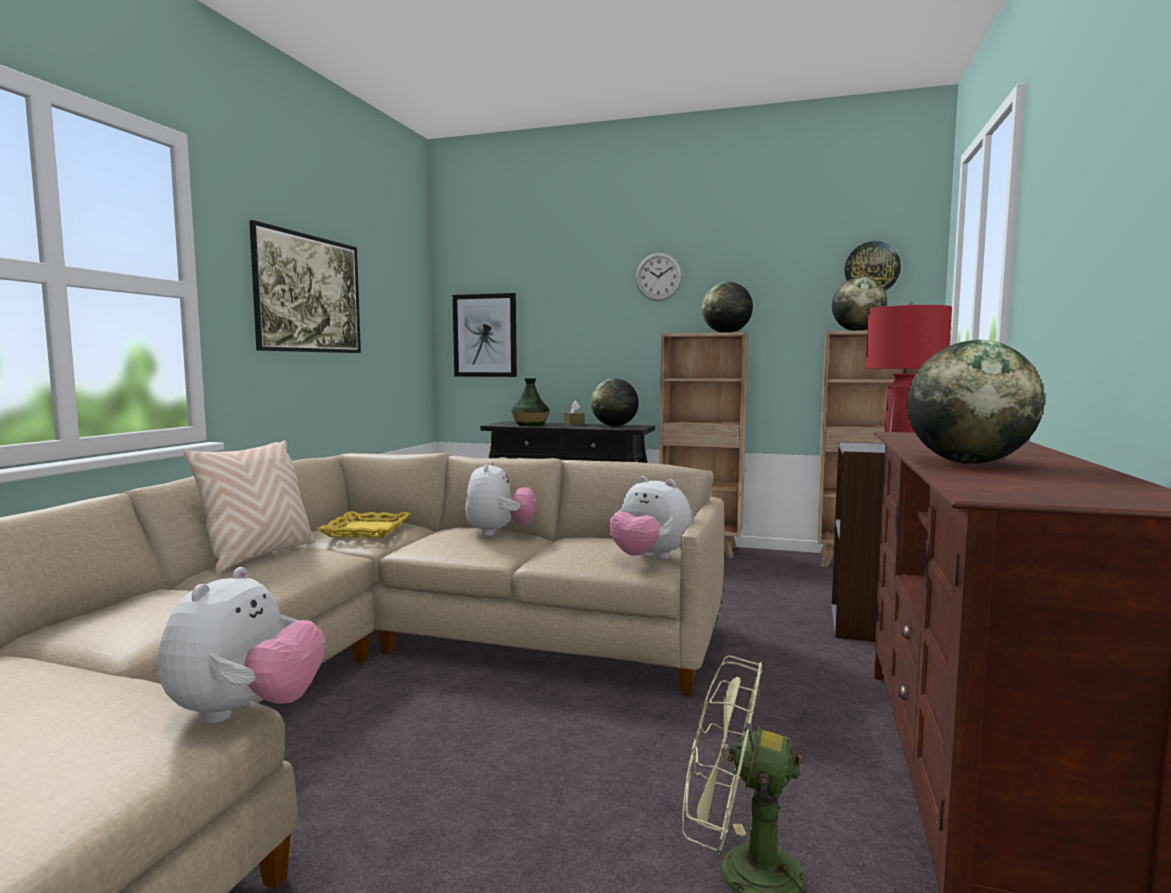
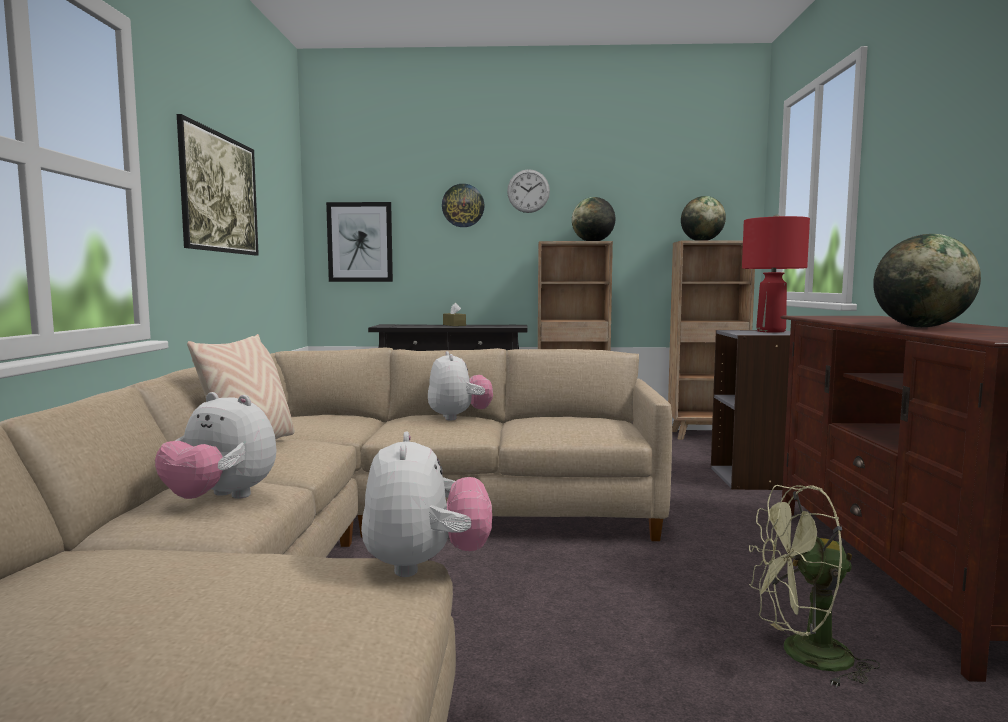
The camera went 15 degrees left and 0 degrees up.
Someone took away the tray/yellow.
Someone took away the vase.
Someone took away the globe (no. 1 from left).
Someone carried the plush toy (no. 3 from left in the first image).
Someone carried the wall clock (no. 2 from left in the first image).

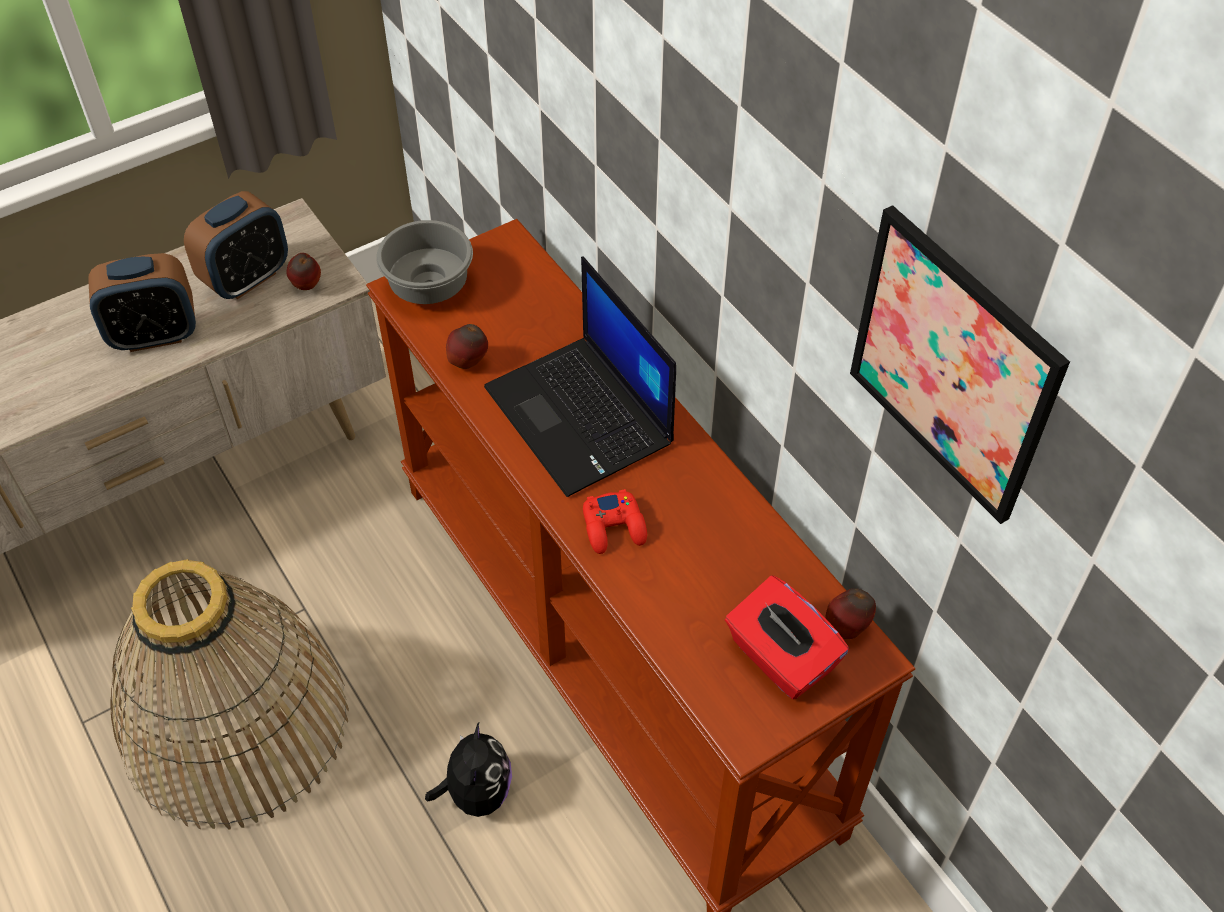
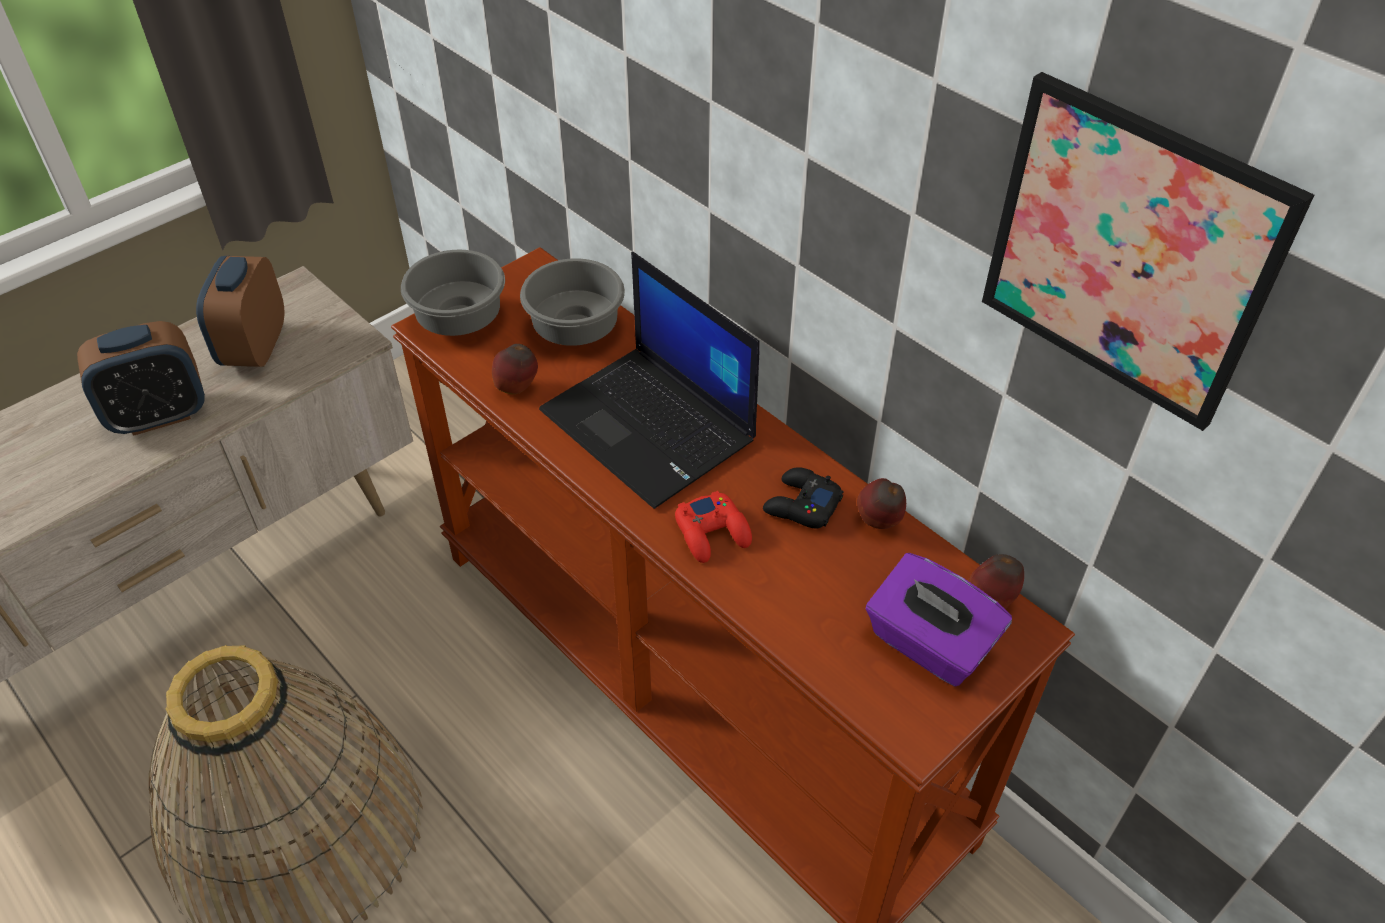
The camera went 10 degrees left and 5 degrees down.
Someone took away the plush toy.
Someone put down the bowl/grey (no. 2 from left).
Someone put down the game controller/black.
Someone carried the apple (no. 1 from left in the first image).
Someone repainted the tissue box/red, which became the tissue box/purple.
Someone rotated the alarm clock (no. 2 from left) by 150 degrees clockwise.

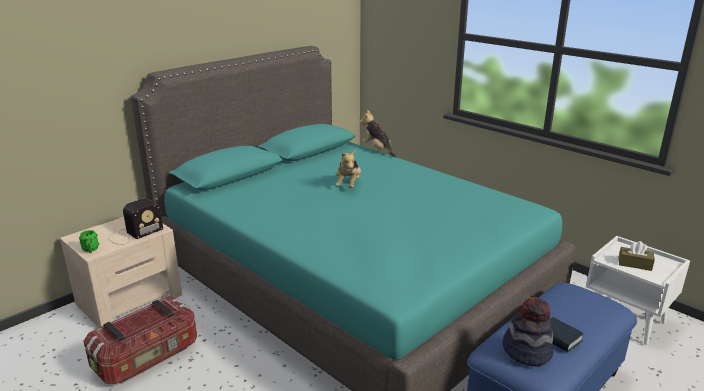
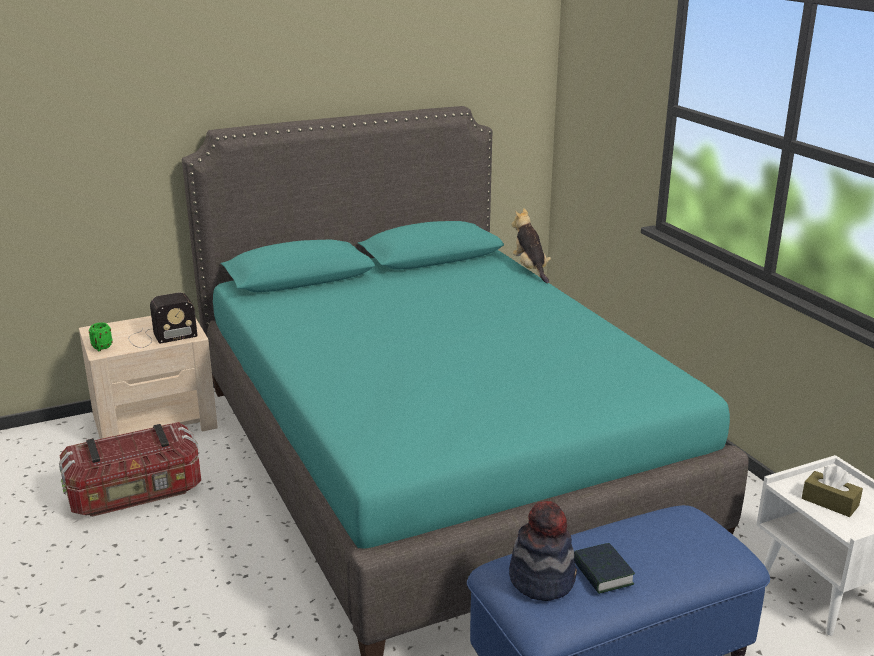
The camera went 20 degrees right and 0 degrees up.
Someone took away the plush toy (no. 1 from left).

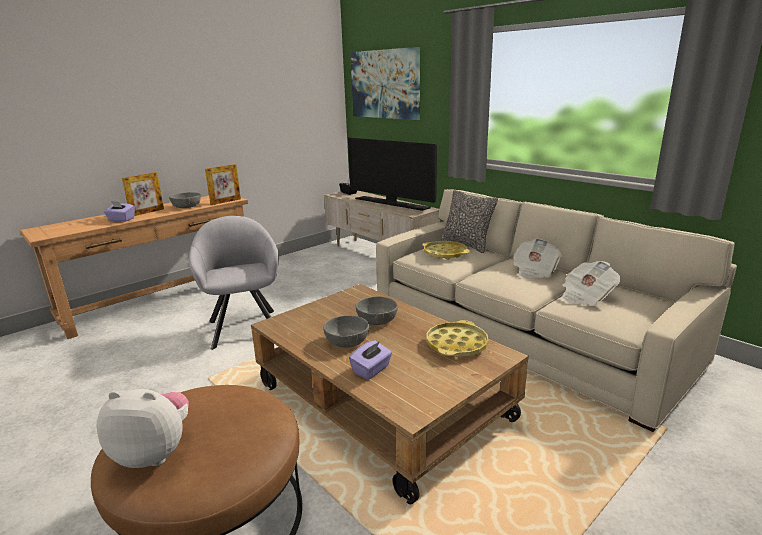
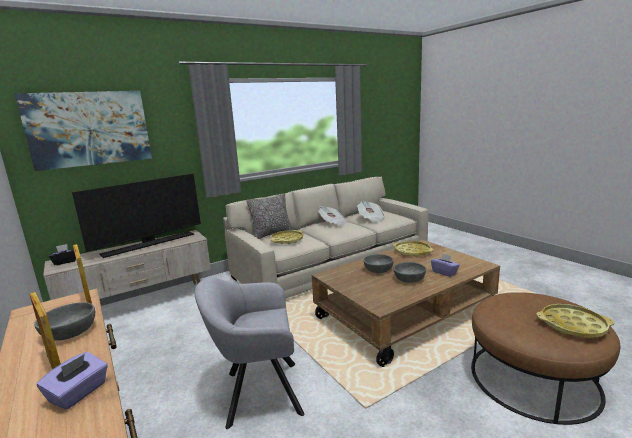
The camera went 80 degrees left and 5 degrees down.
Someone swapped the plush toy for the tray/yellow (no. 3 from left).

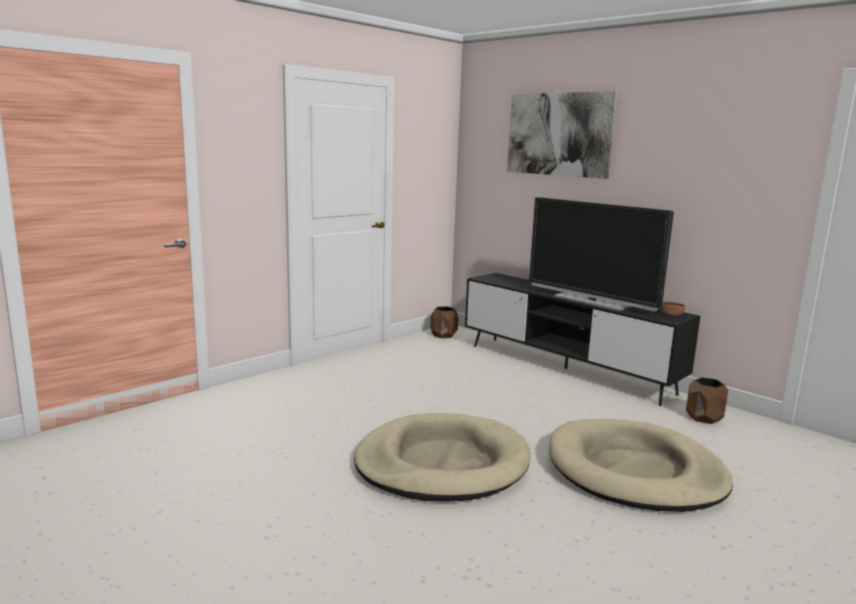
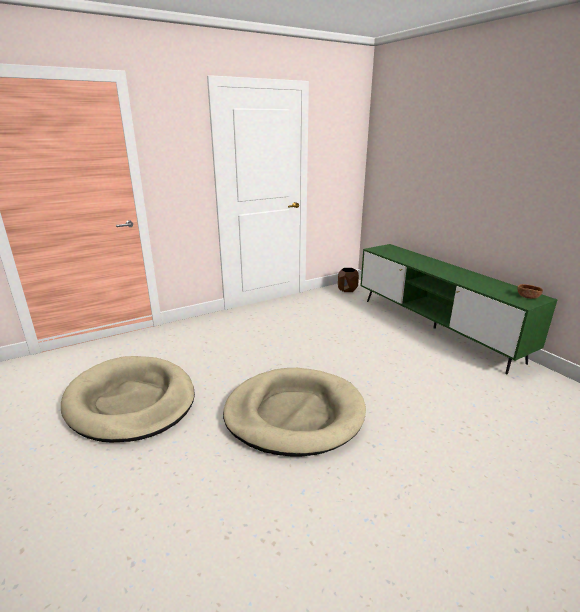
The camera went 15 degrees right and 10 degrees up.
Someone took away the picture.
Someone took away the television.
Someone took away the planter/brown (no. 2 from left).
Someone carried the dog bed/beige (no. 2 from left in the first image).
Someone repainted the tv stand/black, which became the tv stand/green.

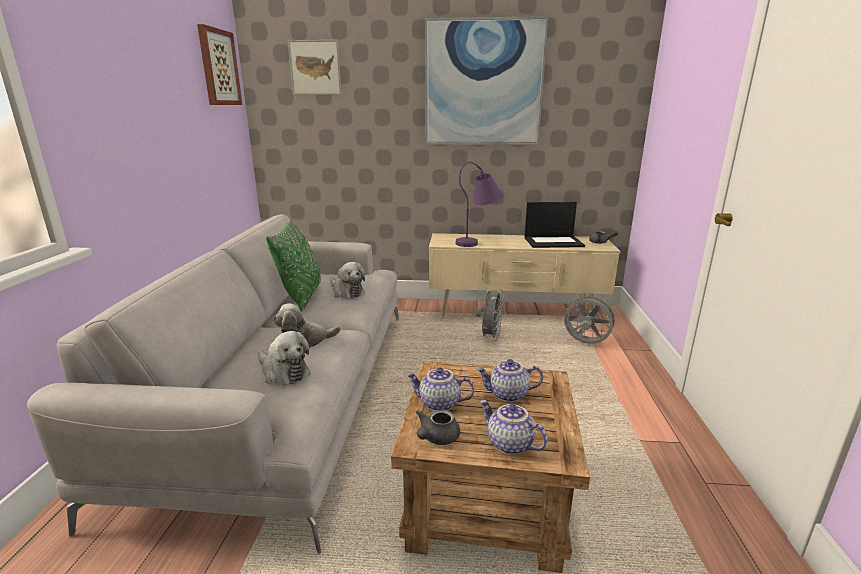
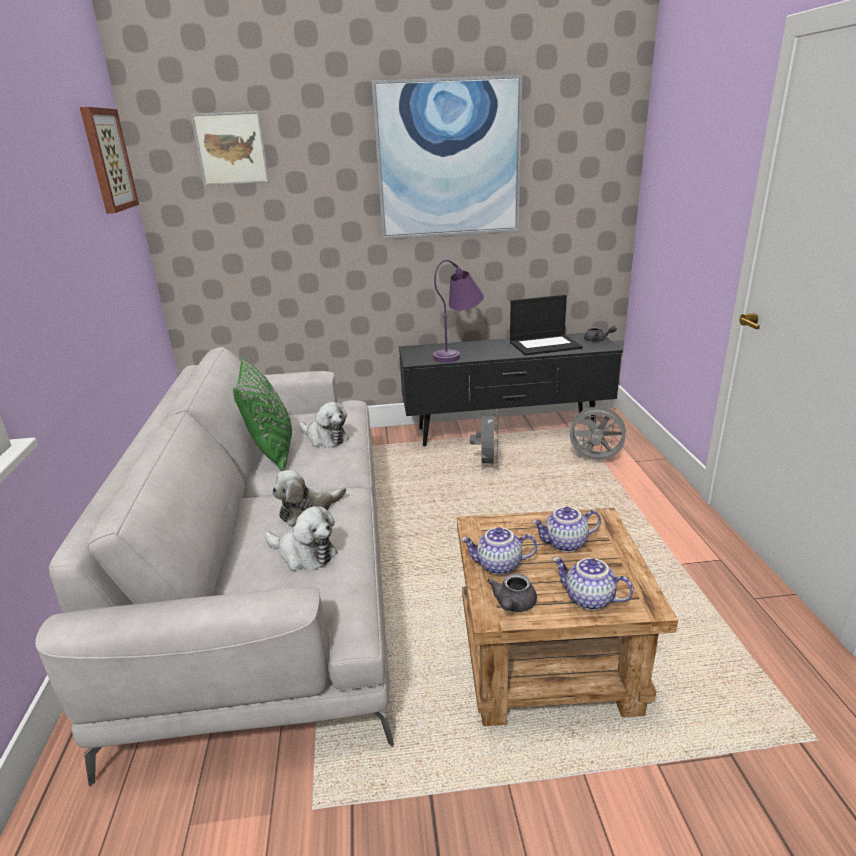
The camera went 10 degrees left and 5 degrees up.
Someone repainted the tv stand/beige, which became the tv stand/black.

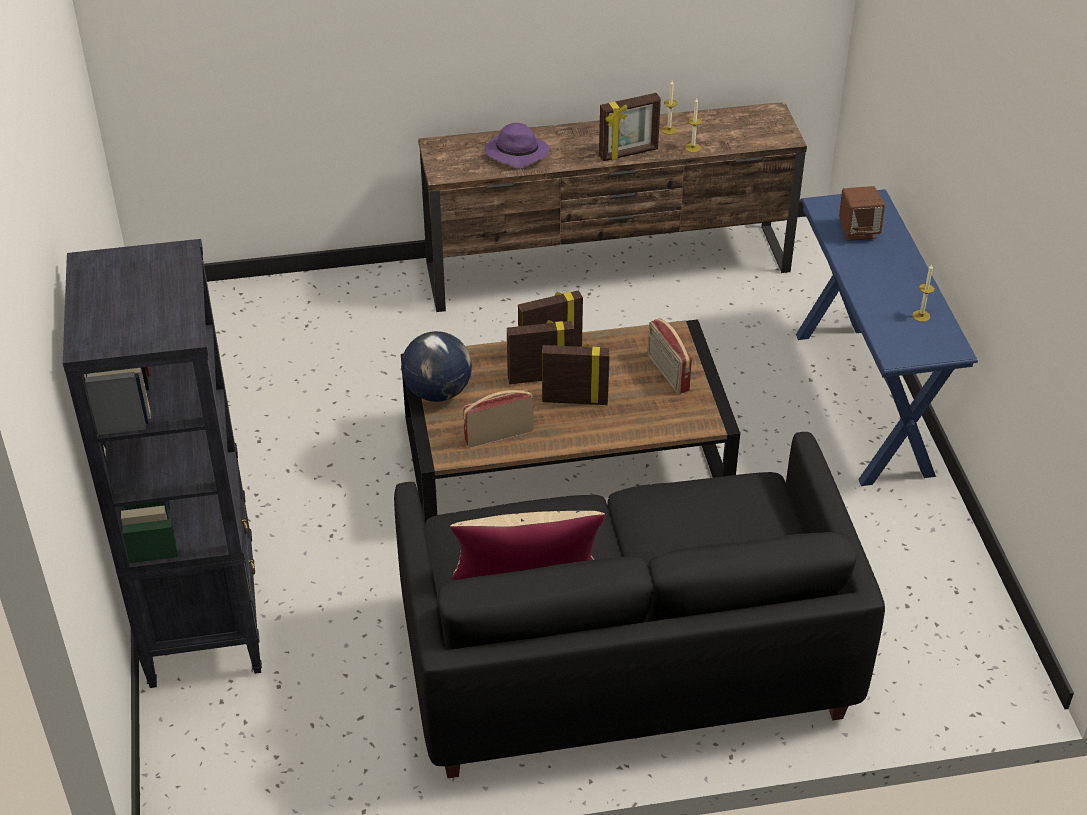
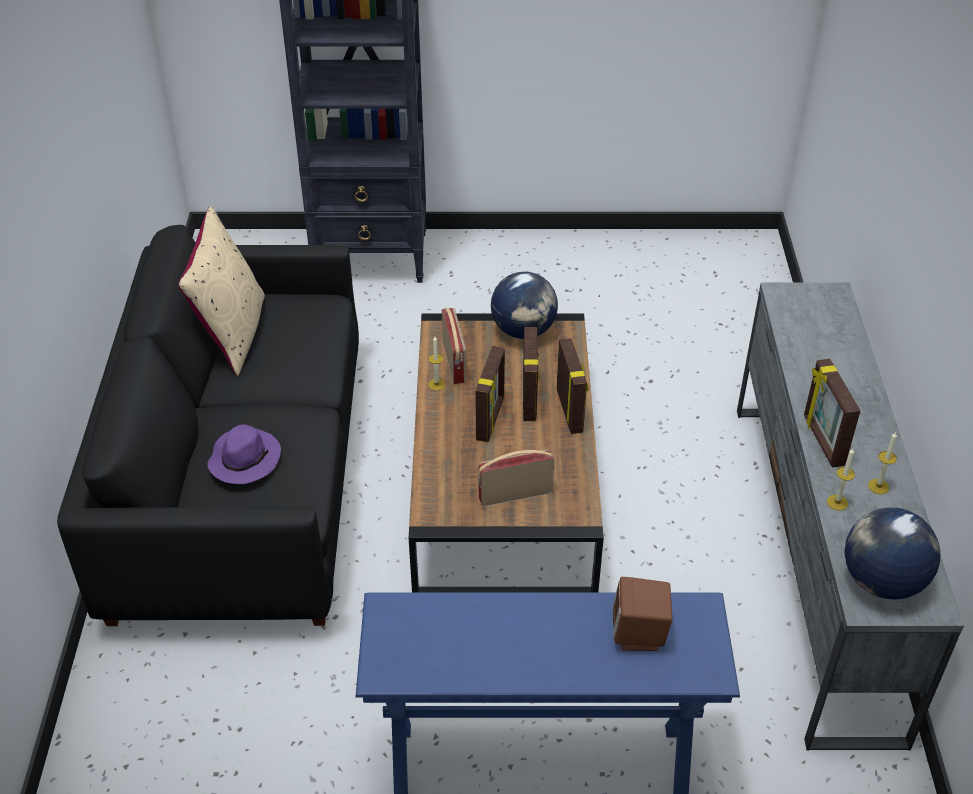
The camera went 100 degrees right and 0 degrees up.
Someone put down the globe (no. 2 from left).
Someone carried the hat/purple.
Someone carried the candle (no. 3 from left in the first image).
Someone repainted the tv stand/brown, which became the tv stand/grey.

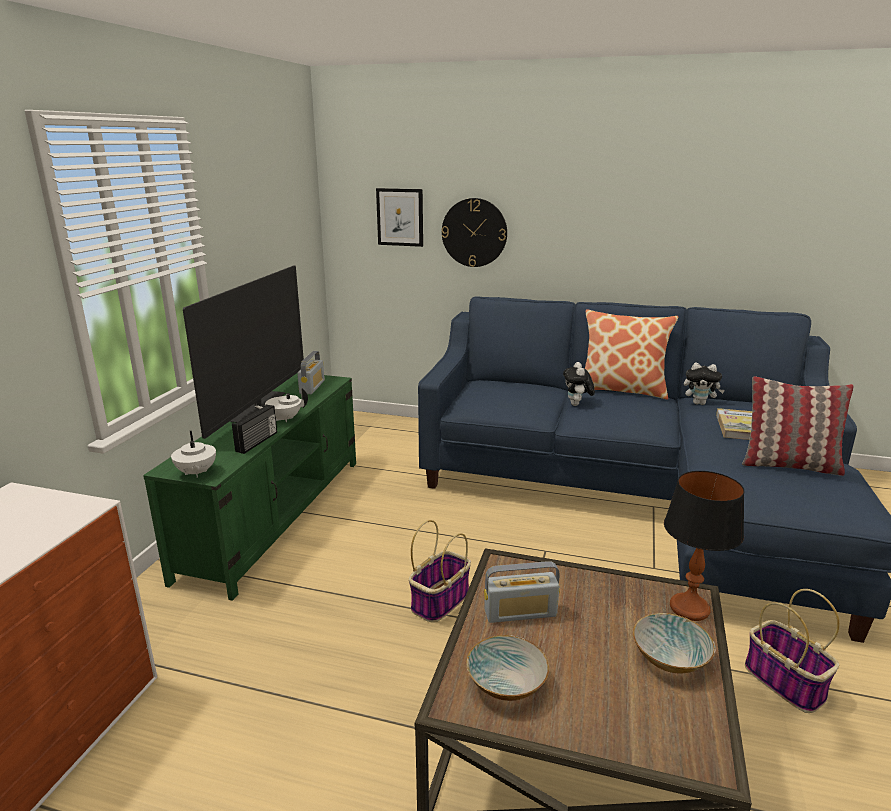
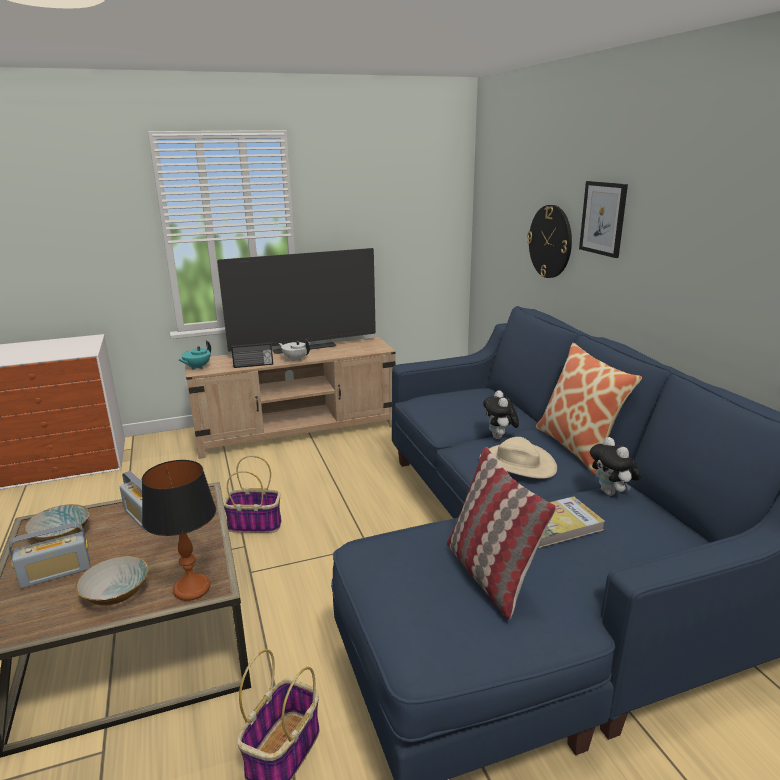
The camera went 55 degrees right and 0 degrees up.
Someone put down the hat/beige.
Someone carried the radio (no. 2 from left in the first image).
Someone carried the picture.
Someone repainted the tv stand/green, which became the tv stand/beige.
Someone repainted the teapot/white (no. 1 from left), which became the teapot/turquoise.
Someone rotated the plush toy (no. 1 from left) by 60 degrees counterclockwise.

